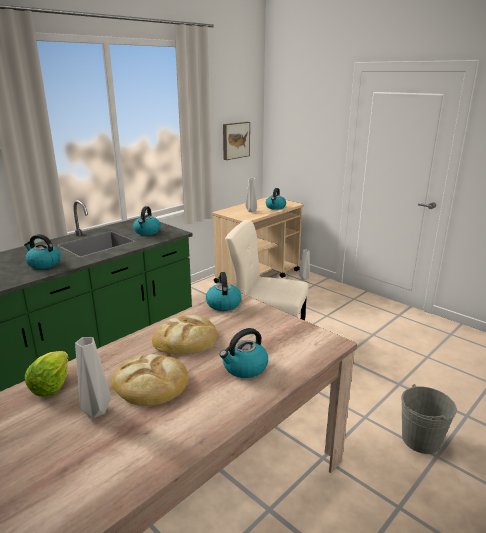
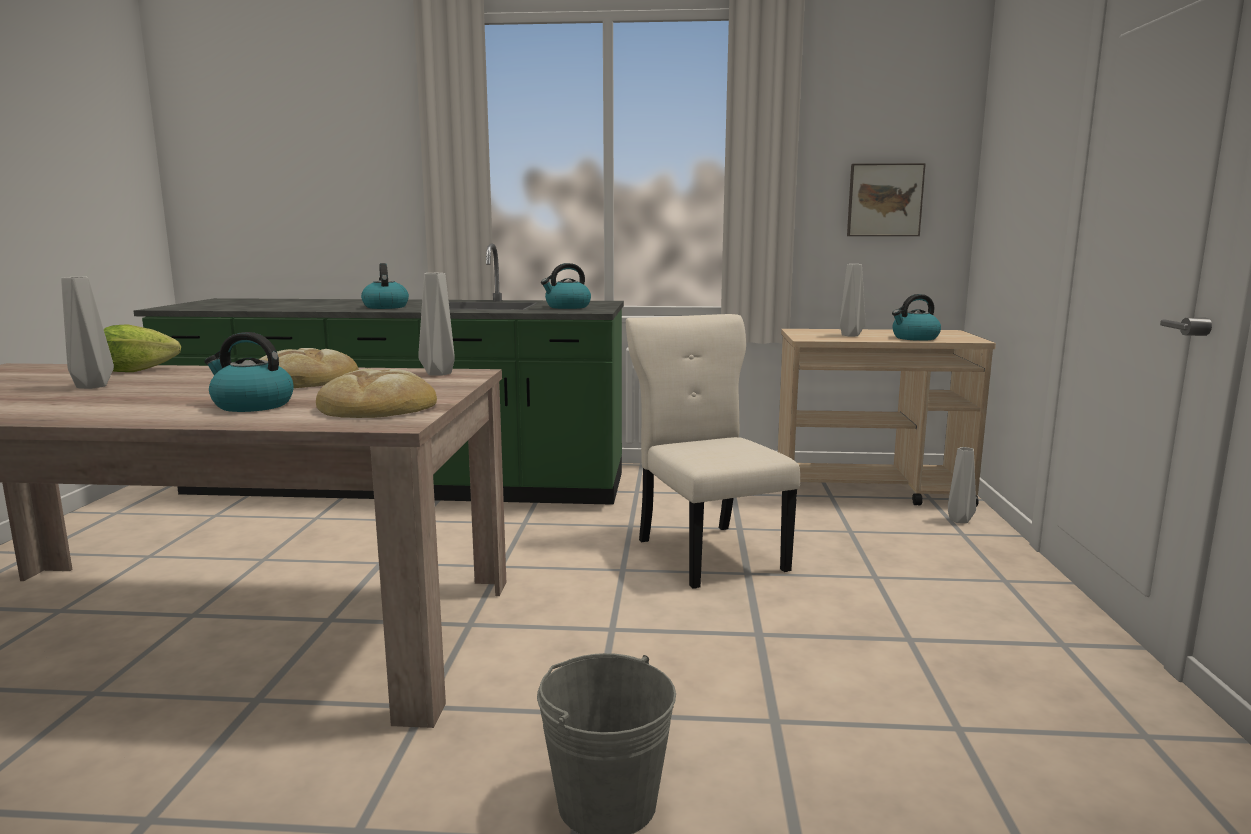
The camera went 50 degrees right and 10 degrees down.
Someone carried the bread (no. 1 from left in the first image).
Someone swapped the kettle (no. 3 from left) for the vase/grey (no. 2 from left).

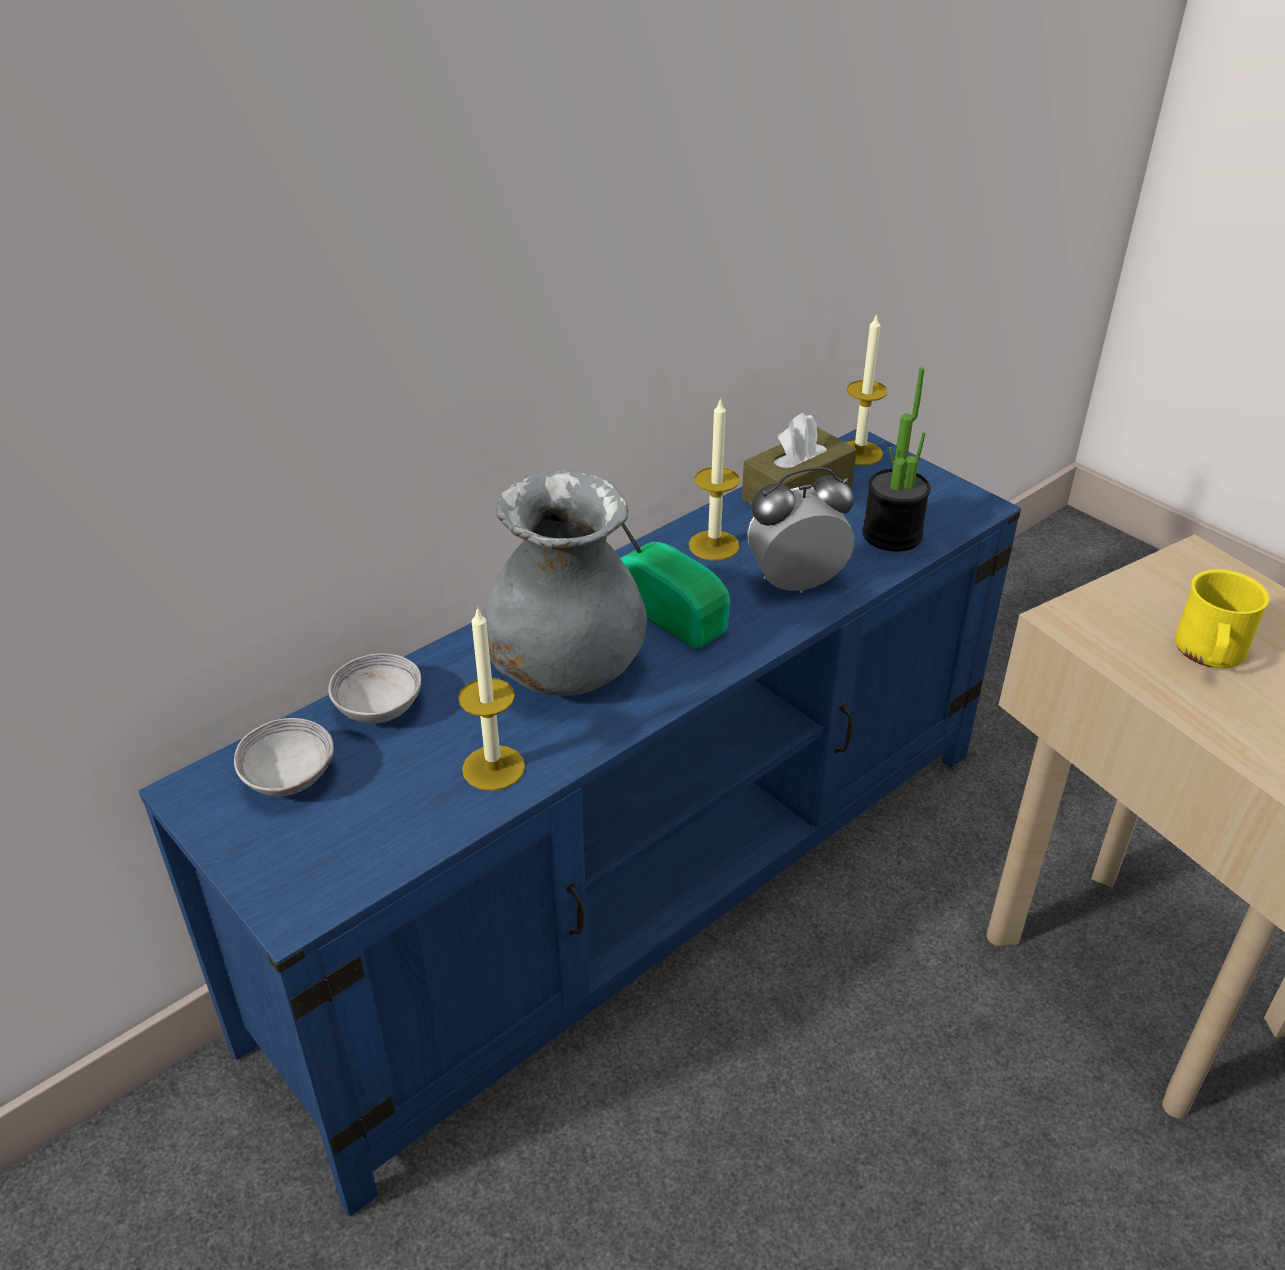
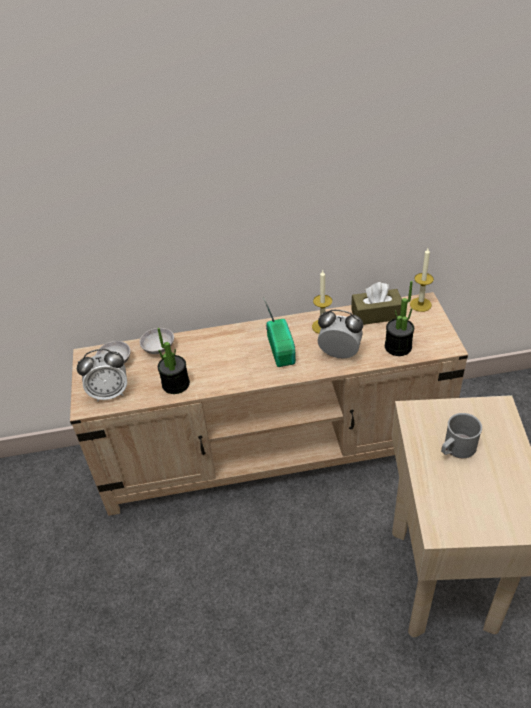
The camera went 35 degrees right and 5 degrees up.
Someone took away the vase/grey.
Someone put down the alarm clock (no. 1 from left).
Someone swapped the candle (no. 1 from left) for the potted plant (no. 1 from left).
Someone repainted the tv stand/blue, which became the tv stand/beige.
Someone repainted the mug/yellow, which became the mug/grey.

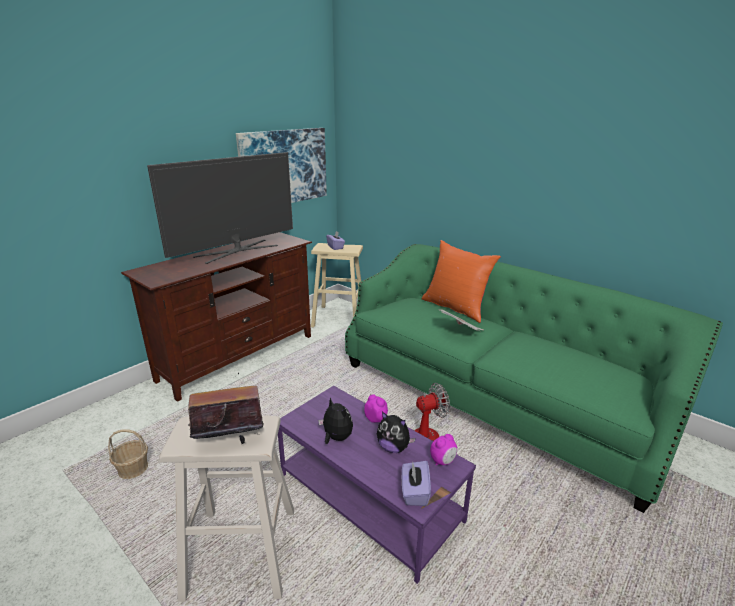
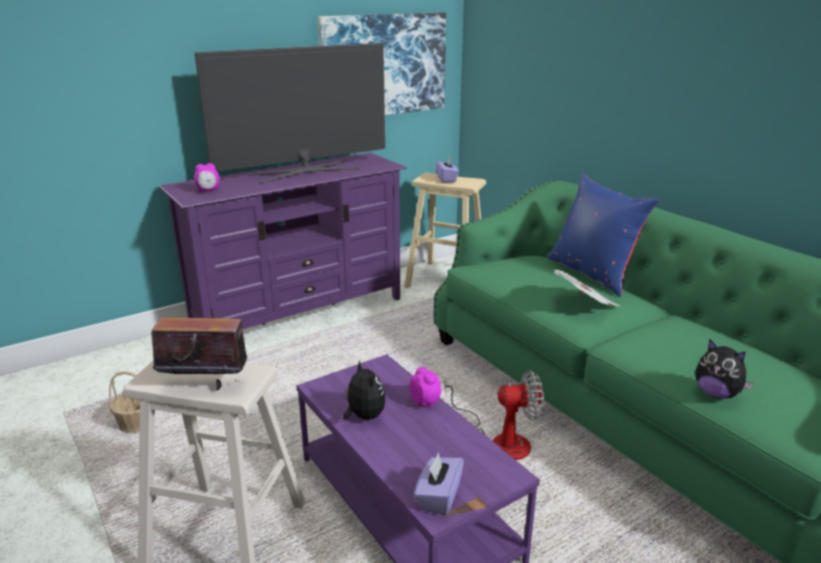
The camera went 15 degrees right and 0 degrees up.
Someone carried the plush toy (no. 2 from left).
Someone carried the alarm clock (no. 2 from left in the first image).
Someone repainted the tv stand/brown, which became the tv stand/purple.
Someone repainted the pillow/orange, which became the pillow/blue.

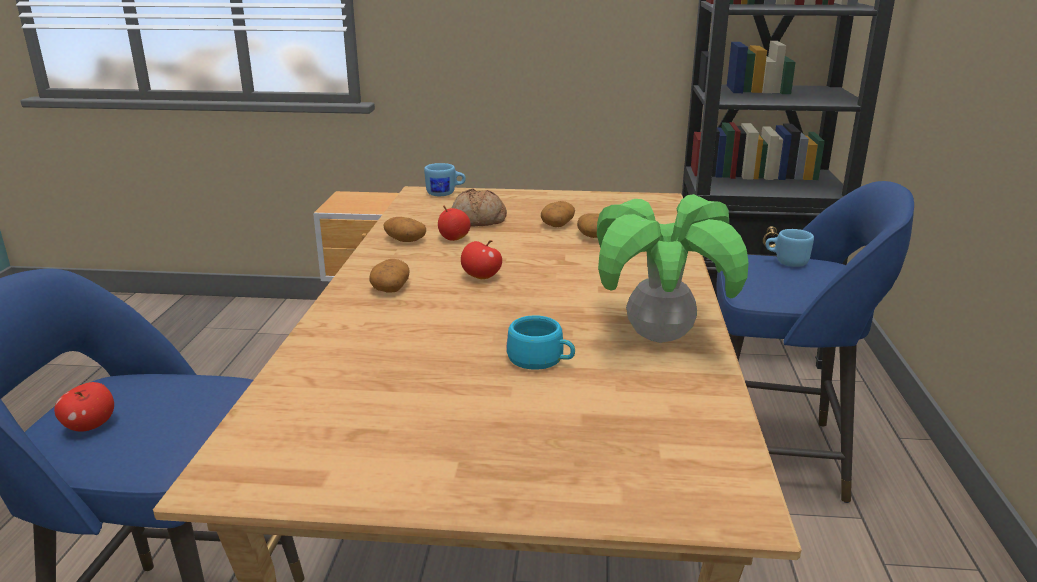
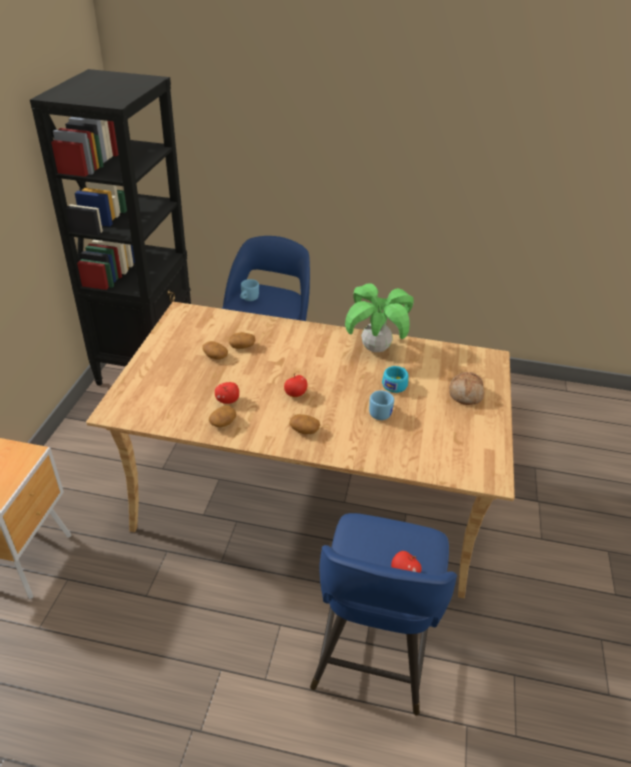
The camera went 85 degrees left and 15 degrees up.
Someone carried the mug/blue (no. 1 from left in the first image).
Someone carried the bread.

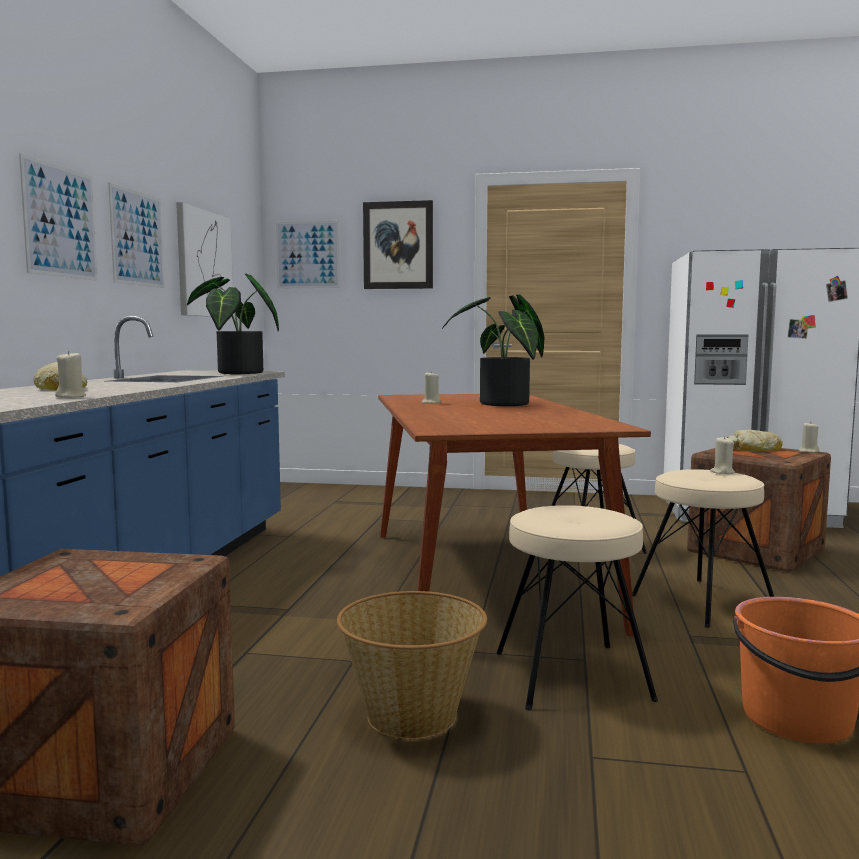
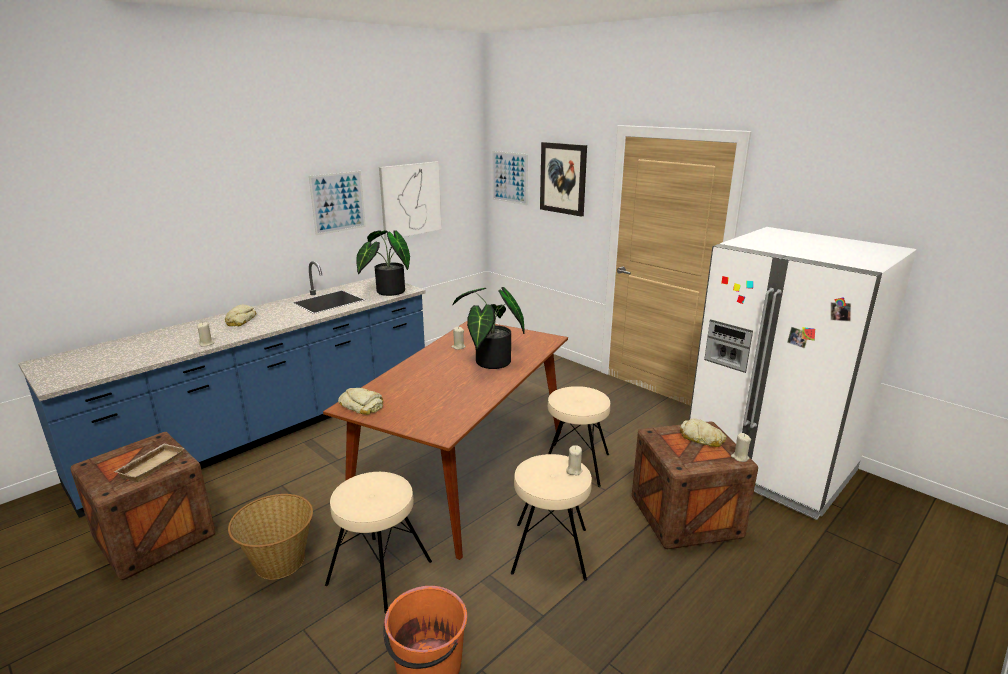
The camera went 35 degrees right and 15 degrees up.
Someone took away the picture (no. 1 from left).
Someone put down the tray/beige.
Someone put down the bread (no. 2 from left).

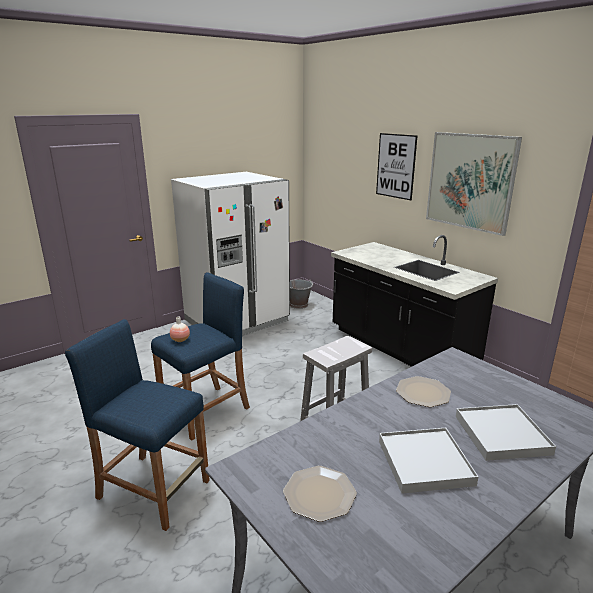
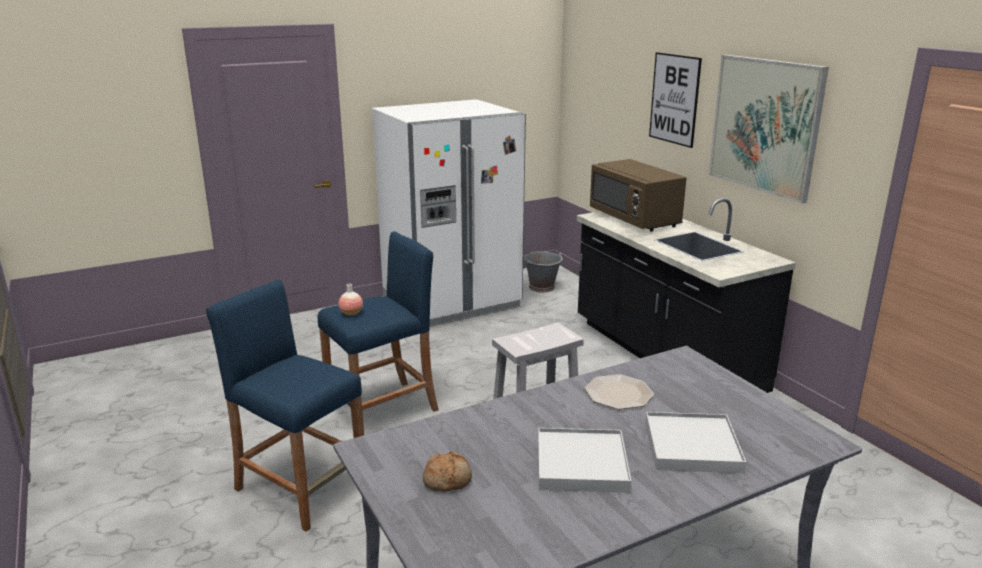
The camera went 10 degrees right and 0 degrees up.
Someone put down the microwave/brown.
Someone swapped the plate (no. 1 from left) for the bread.

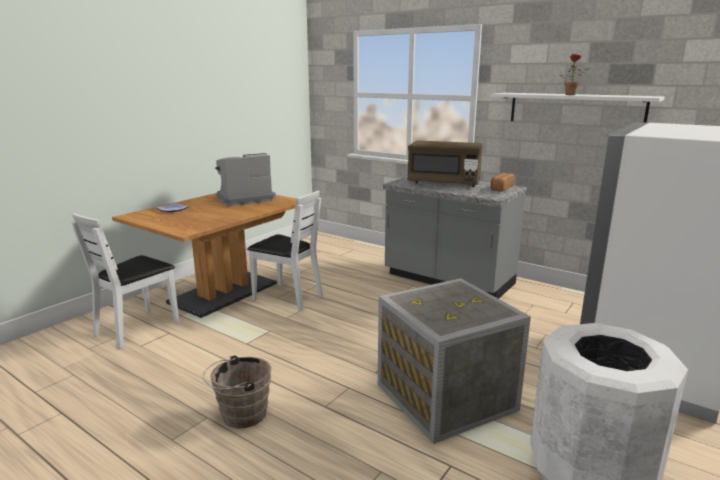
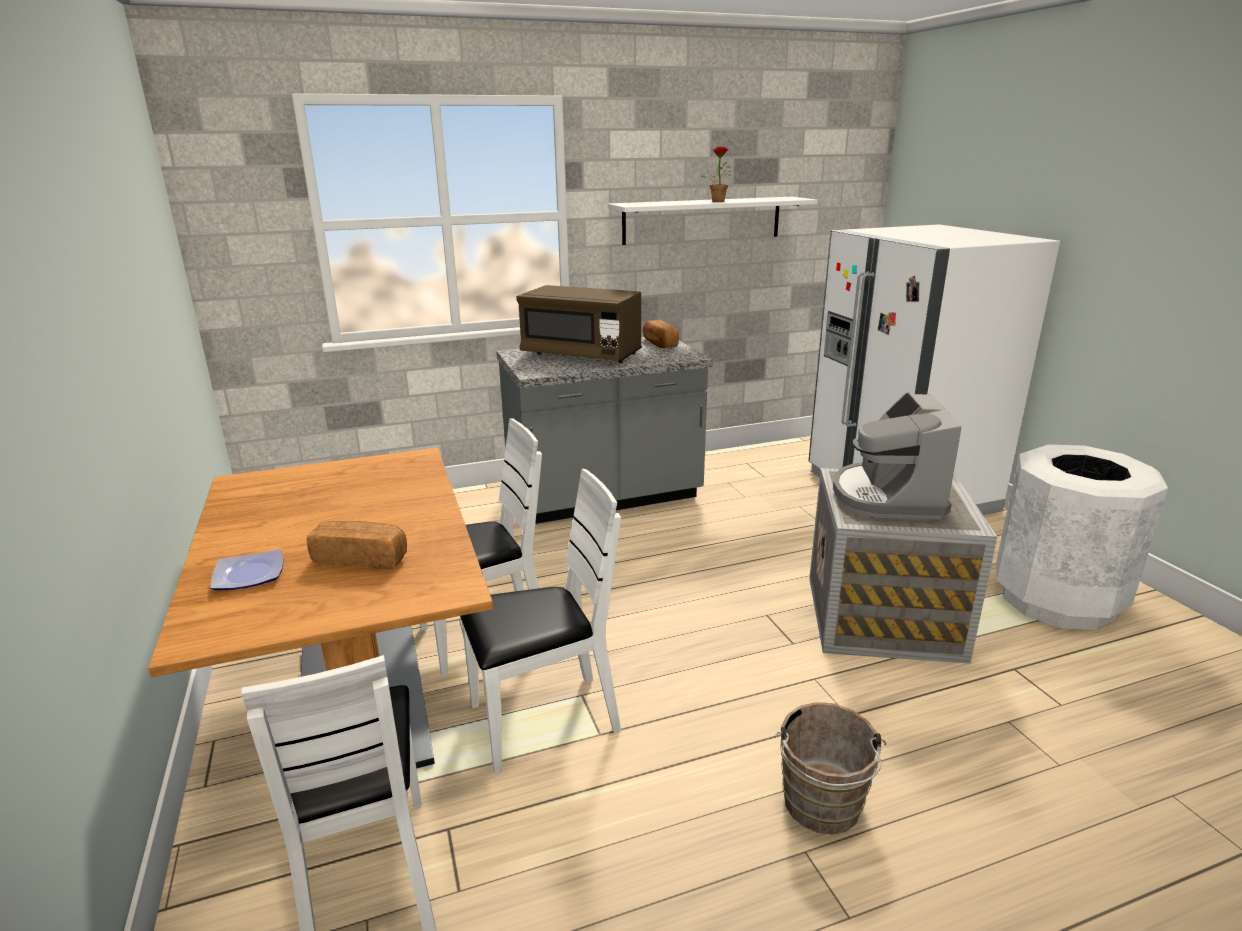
The camera went 55 degrees left and 5 degrees up.
Someone put down the bread (no. 1 from left).
Someone put down the chair/white (no. 3 from left).
Someone carried the coffee machine.
Someone rotated the microwave/brown by 60 degrees clockwise.

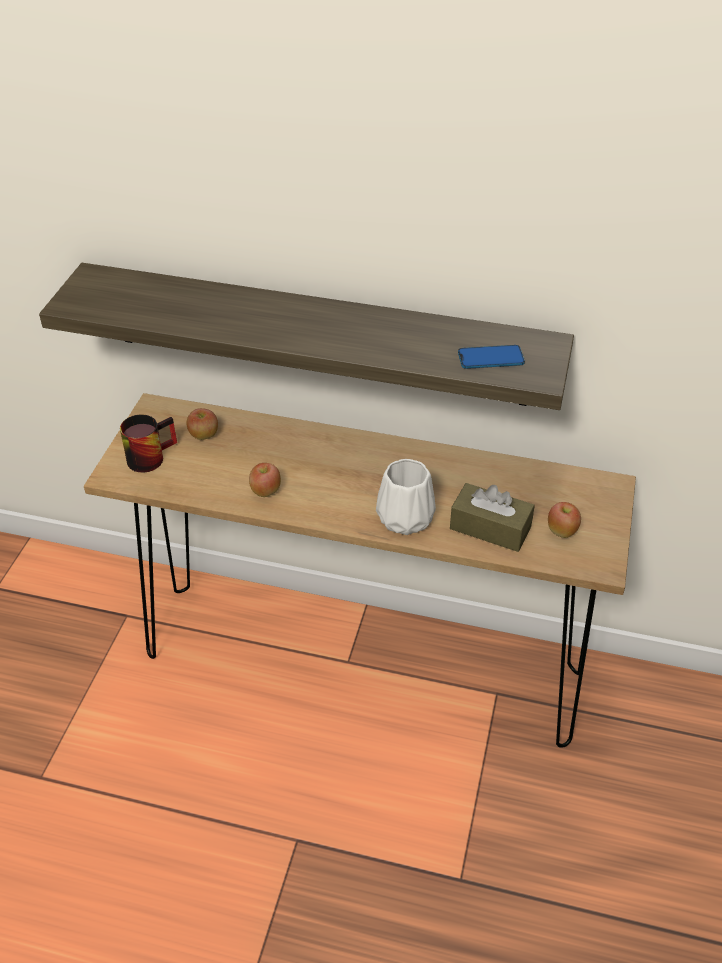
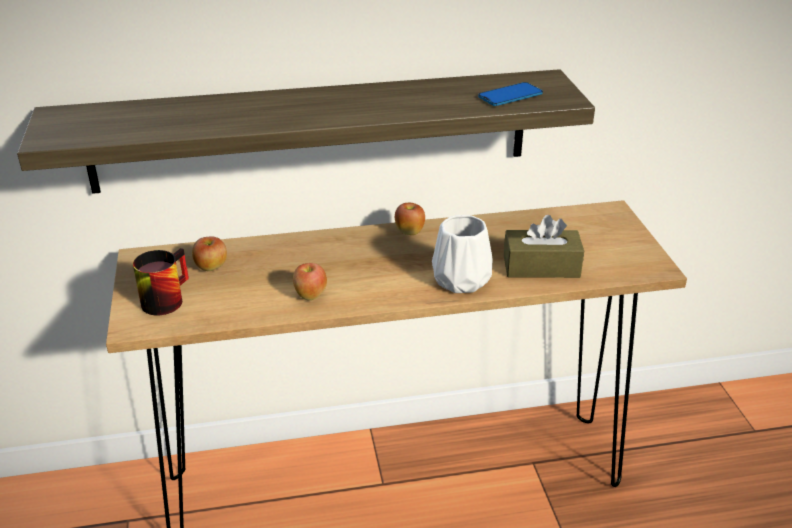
The camera went 25 degrees left and 10 degrees down.
Someone carried the apple (no. 3 from left).

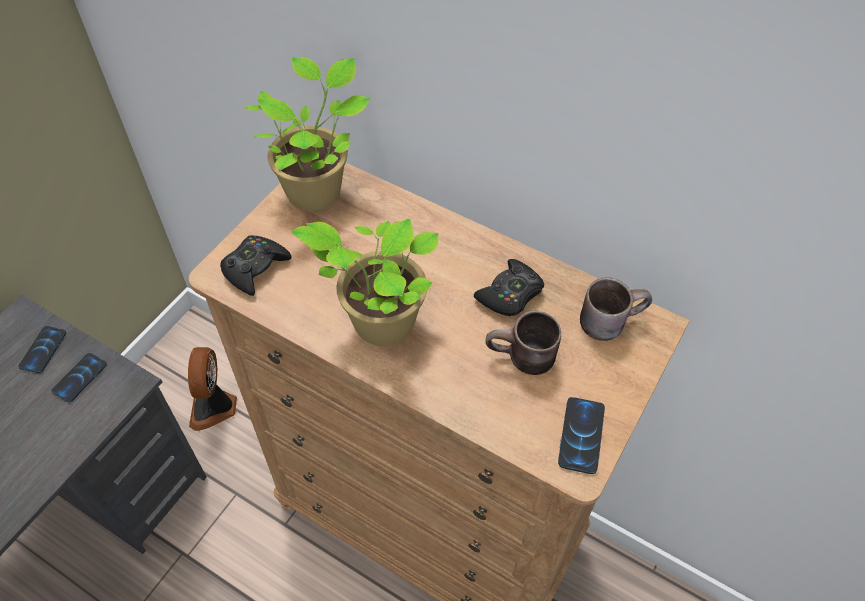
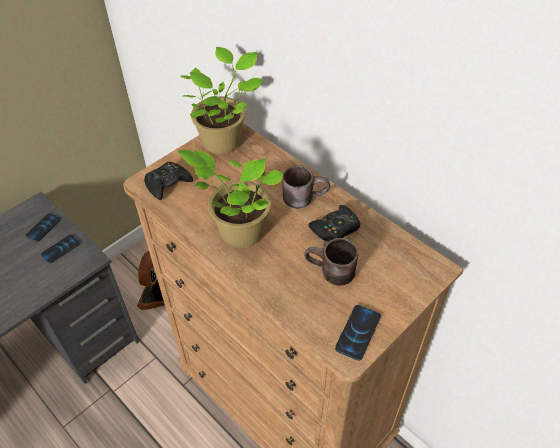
The camera went 15 degrees right and 5 degrees down.
Someone carried the mug/brown (no. 2 from left in the first image).

